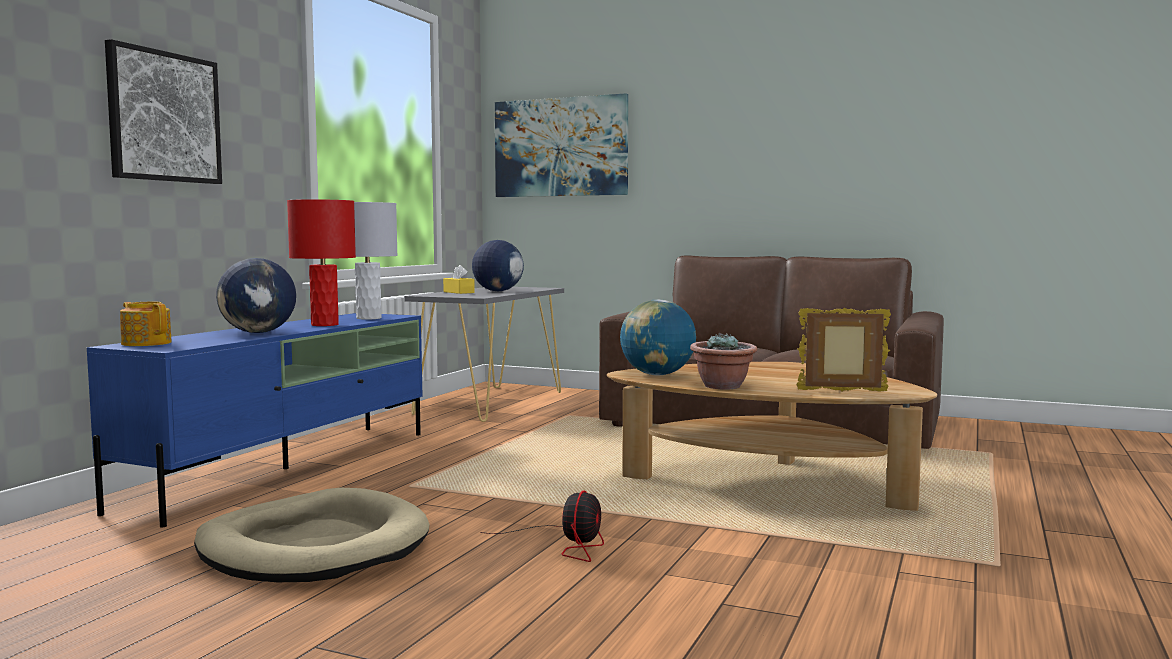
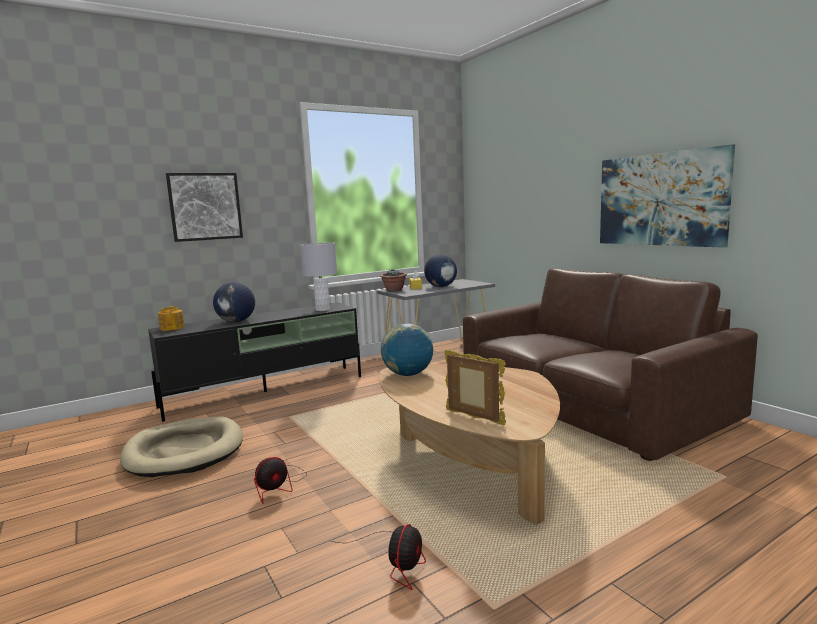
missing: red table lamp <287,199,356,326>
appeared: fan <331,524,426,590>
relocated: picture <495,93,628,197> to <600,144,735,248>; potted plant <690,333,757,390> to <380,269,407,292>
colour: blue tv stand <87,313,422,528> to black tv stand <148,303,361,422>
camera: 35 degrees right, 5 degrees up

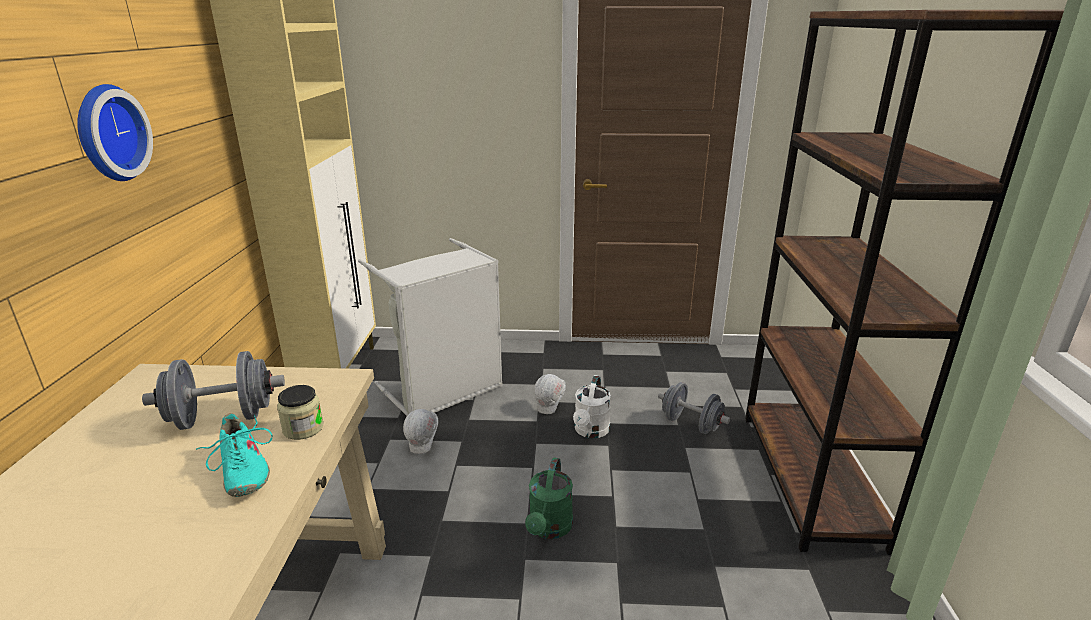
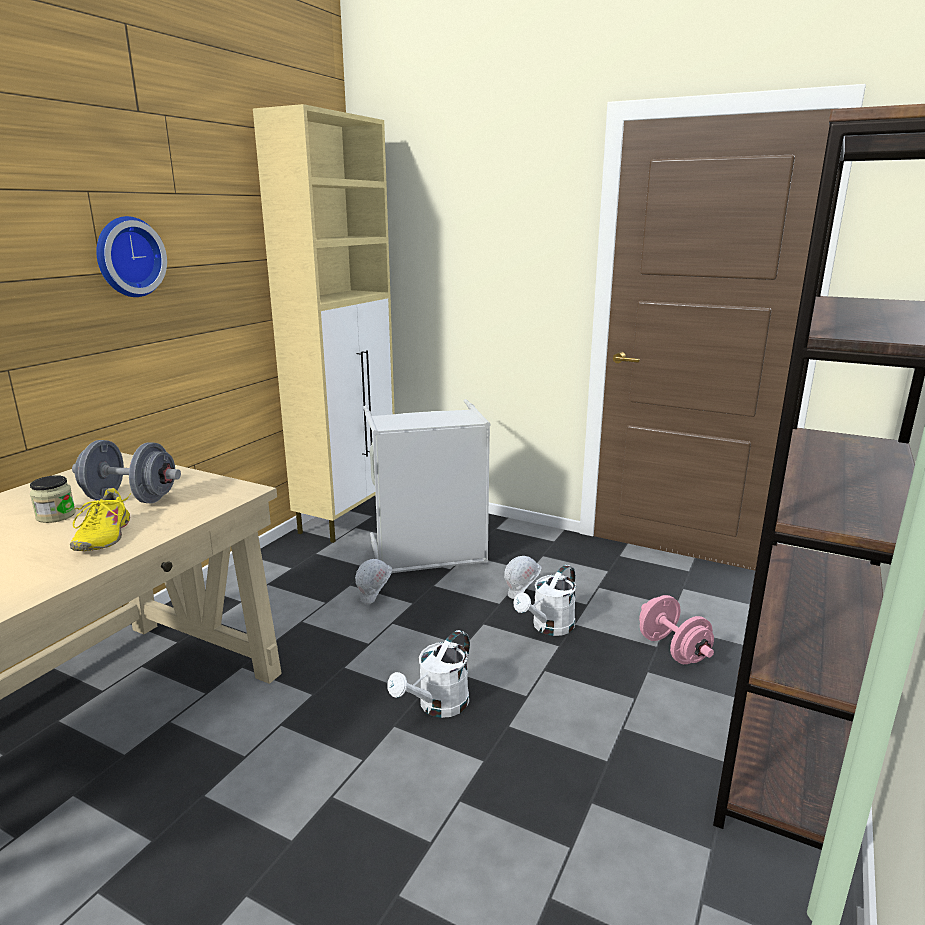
relocated: jar <277,385,323,440> to <30,475,76,523>
colour: turquoise shoe <196,413,272,497> to yellow shoe <70,488,130,551>; green watering can <525,458,573,539> to white watering can <387,630,470,718>; grey dumbbell <658,382,730,434> to pink dumbbell <639,595,714,664>
camera: 25 degrees right, 5 degrees down

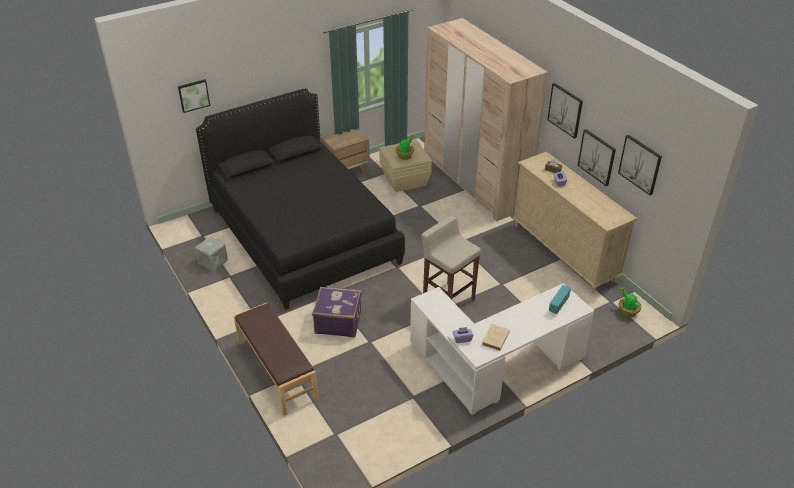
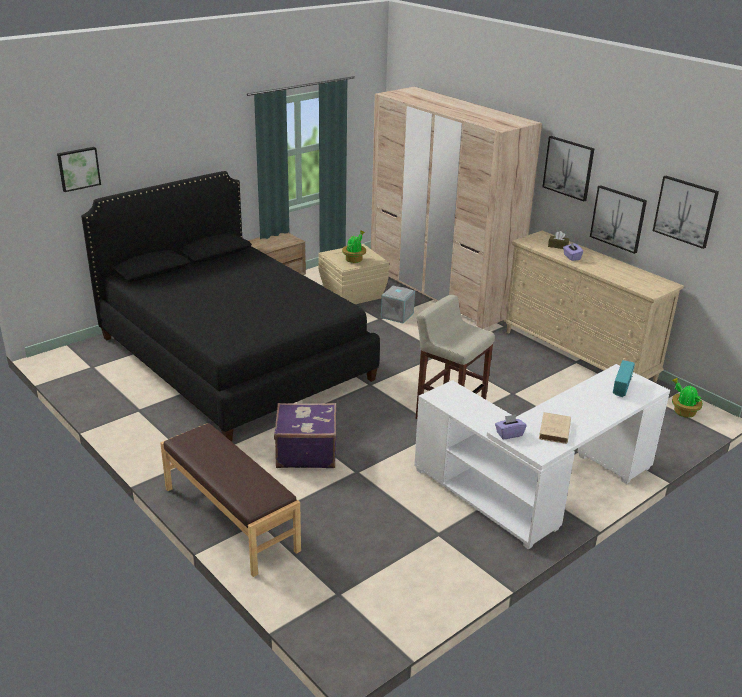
relocated: grey storage box <195,237,228,272> to <381,286,415,324>
camera: 10 degrees left, 10 degrees down

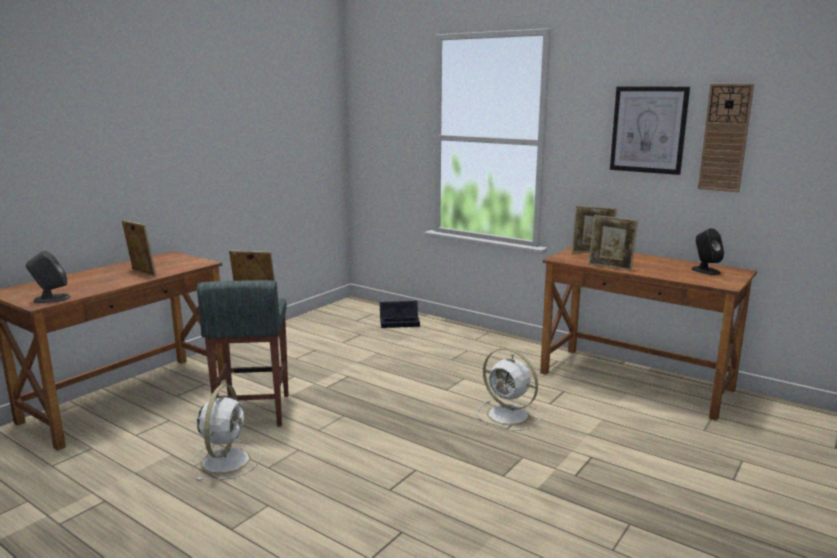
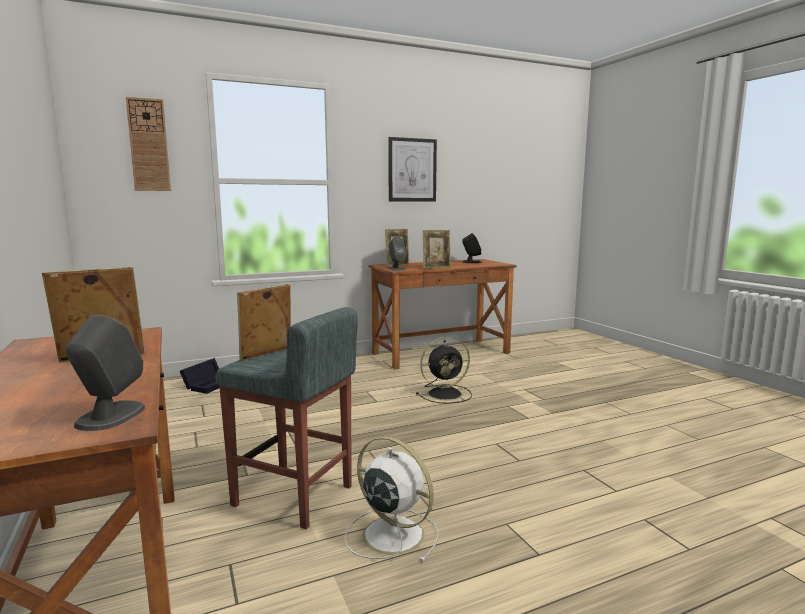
appeared: grey speaker <388,237,406,271>
relocated: wall clock <698,84,754,192> to <126,97,171,191>
colour: white fan <477,348,542,431> to black fan <416,336,472,404>
camera: 60 degrees left, 5 degrees down

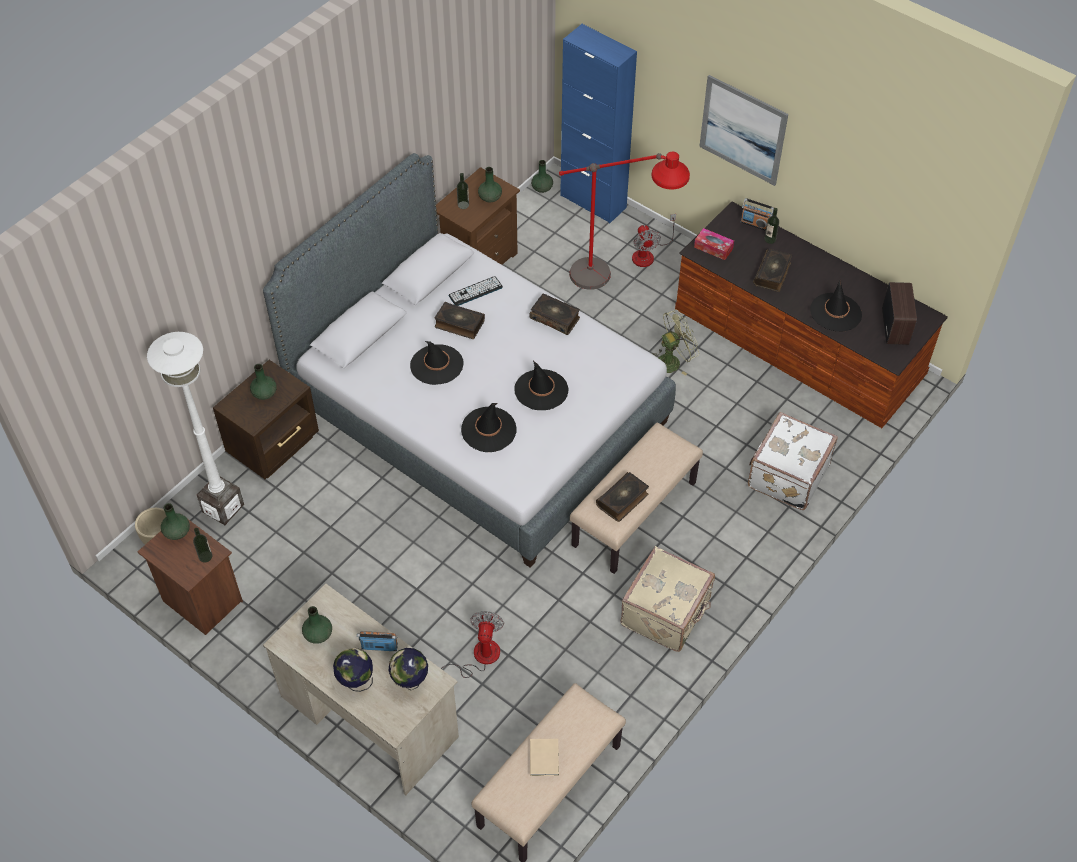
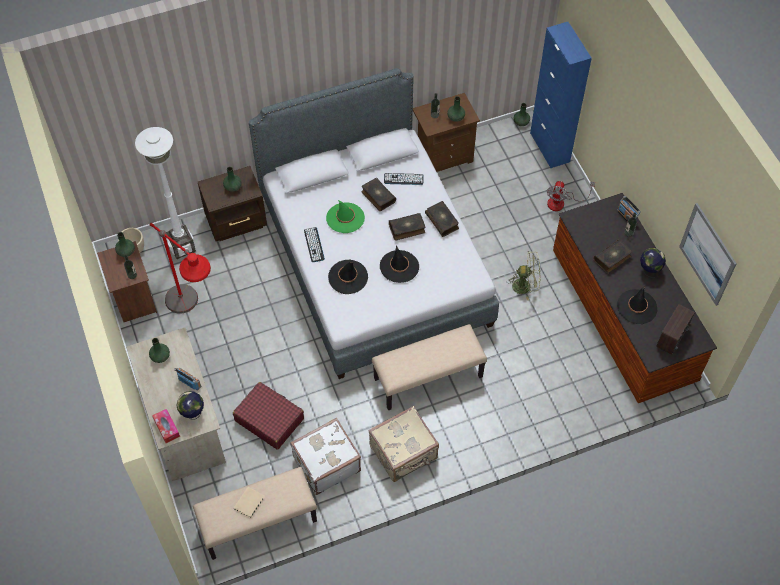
appeared: keyboard <304,227,325,262>
relocated: globe <333,648,373,692> to <640,248,666,278>; red floor lamp <559,152,690,290> to <150,223,211,314>; book <596,472,649,522> to <389,213,425,241>; tissue box <694,228,734,260> to <152,409,180,443>; picture <699,75,788,186> to <679,203,737,306>; white suitcase <748,412,838,510> to <290,418,361,495>
exchanged: fan <441,611,504,678> to red suitcase <233,382,304,450>
colour: black hat <410,341,464,385> to green hat <326,200,365,233>
camera: 30 degrees right, 5 degrees up

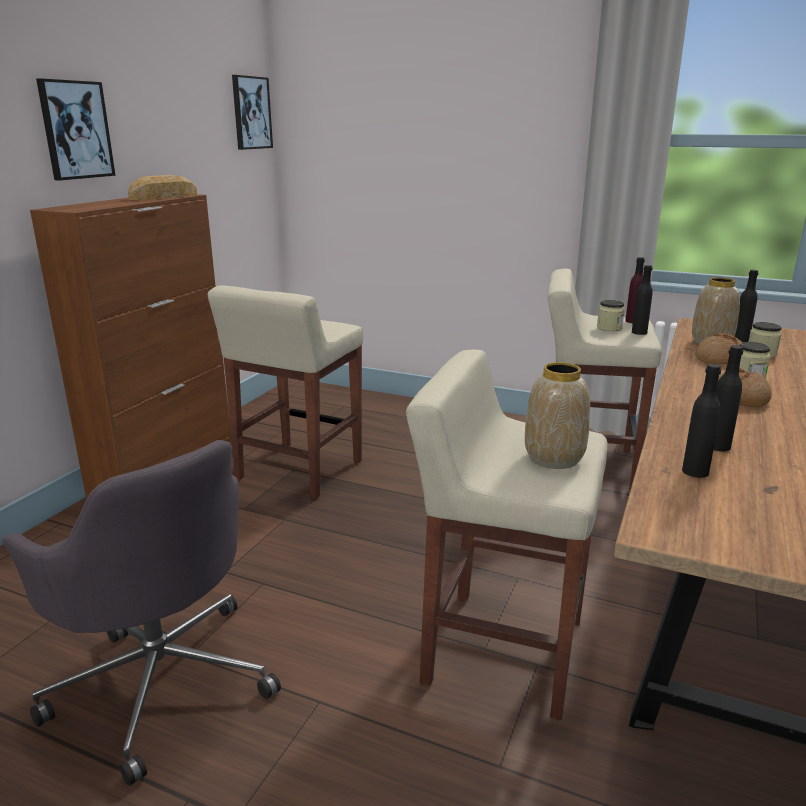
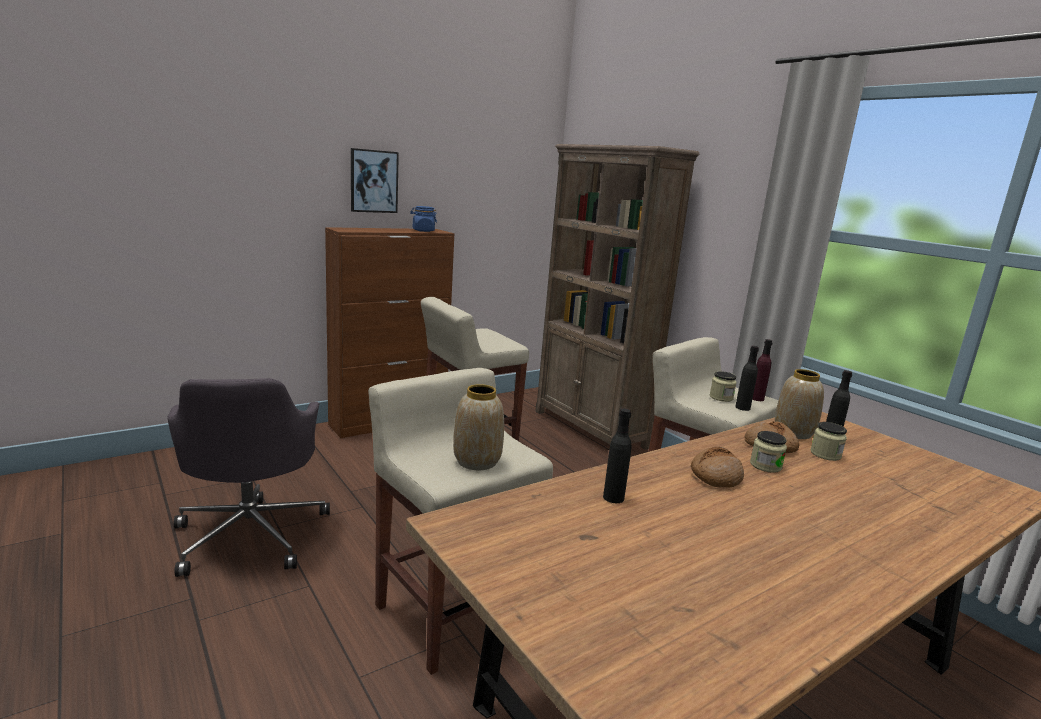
missing: picture <232,75,273,150>; black bottle <682,364,721,478>
appeared: brown bookcase <535,144,699,450>
exchanged: bread <128,175,197,200> to blue jar <410,206,437,232>
camera: 30 degrees right, 5 degrees down

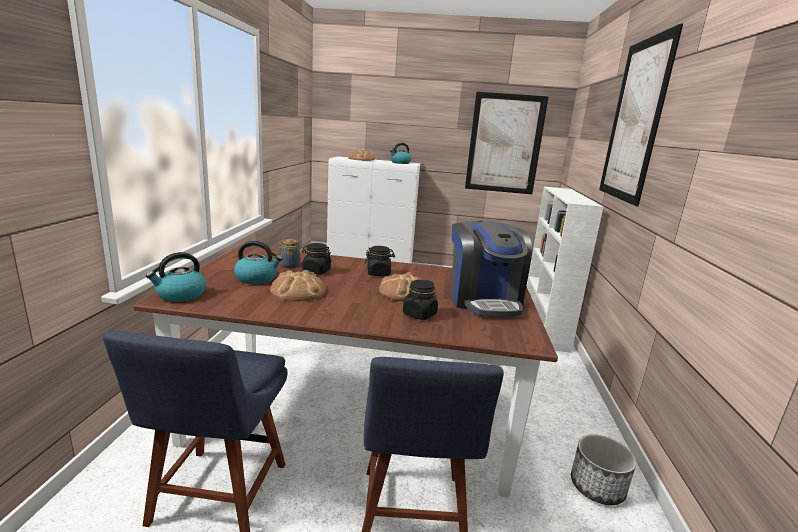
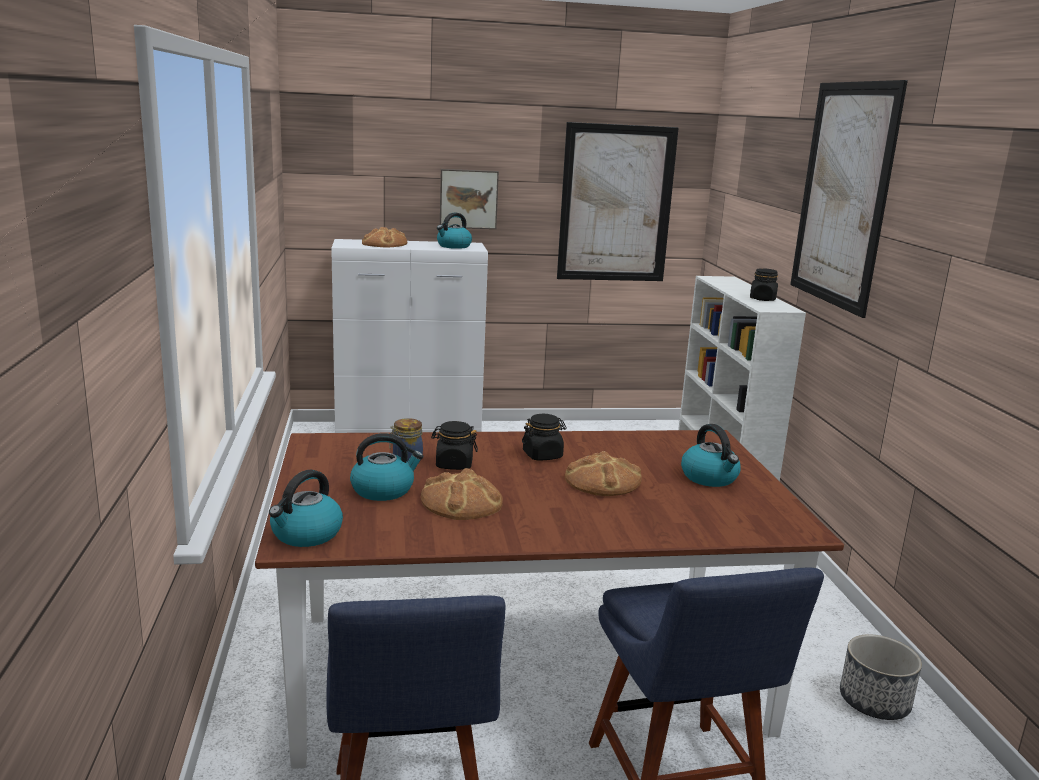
appeared: picture <440,169,499,229>
relocated: black jar <403,280,438,320> to <750,268,778,301>
exchanged: coffee machine <450,221,532,317> to kettle <681,424,741,487>
camera: 15 degrees left, 0 degrees up

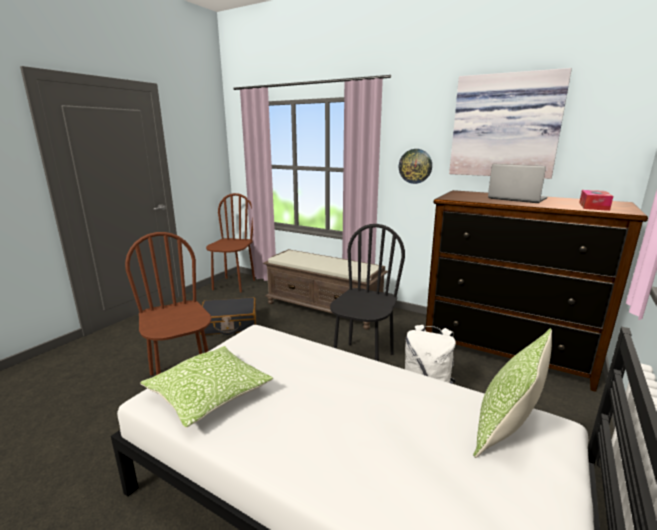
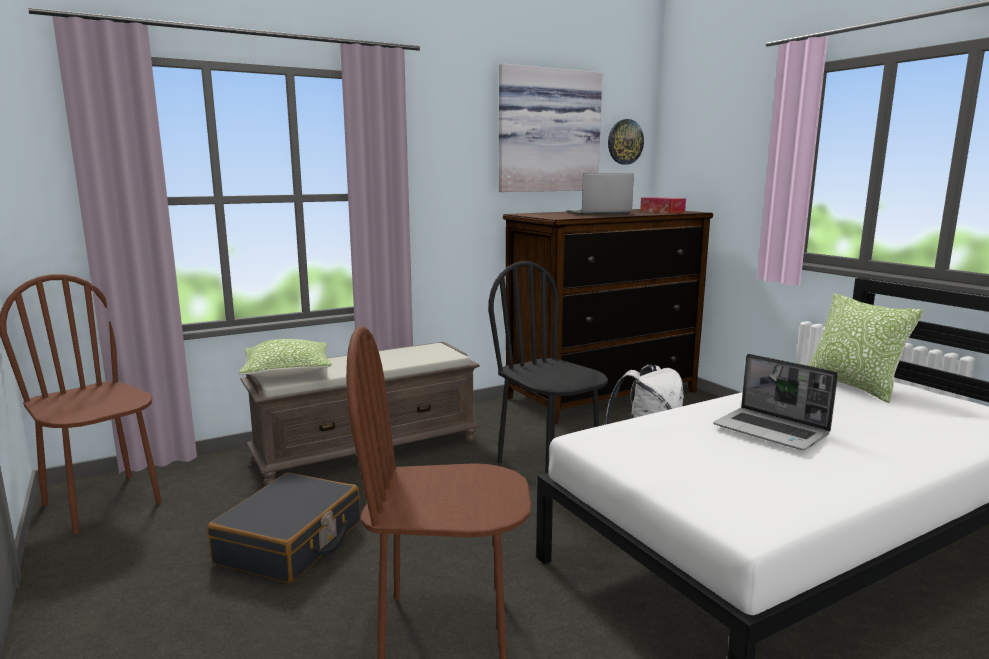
appeared: laptop <713,354,838,450>
relocated: pillow <141,346,273,428> to <239,339,332,378>; wall clock <399,149,432,184> to <608,119,644,165>
camera: 60 degrees left, 5 degrees down

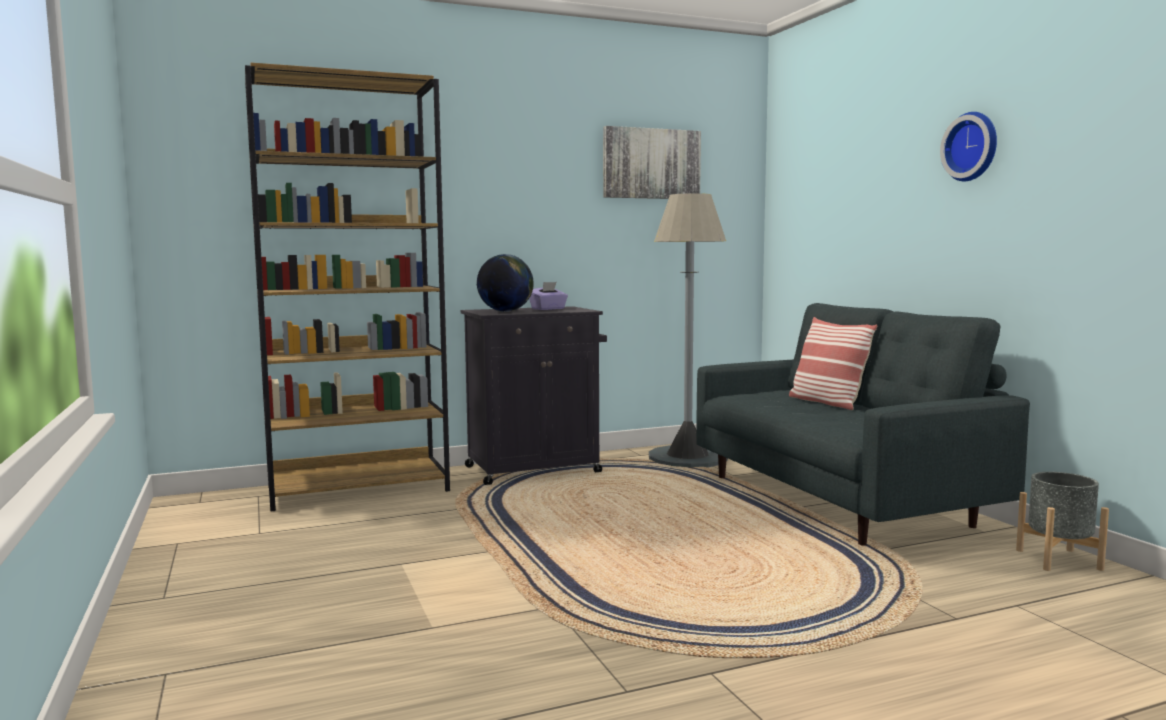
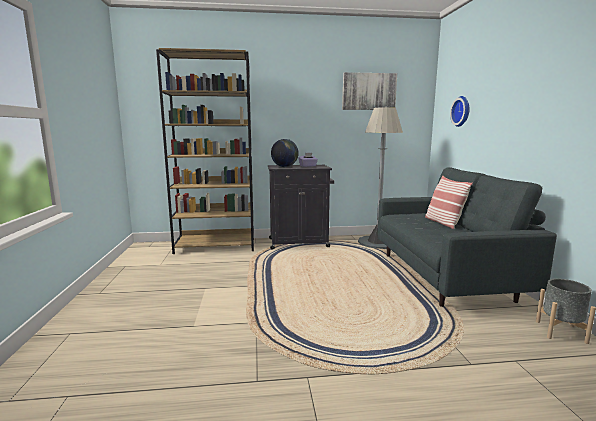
relocated: wall clock <940,112,997,182> to <450,96,470,127>
camera: 15 degrees right, 5 degrees up

